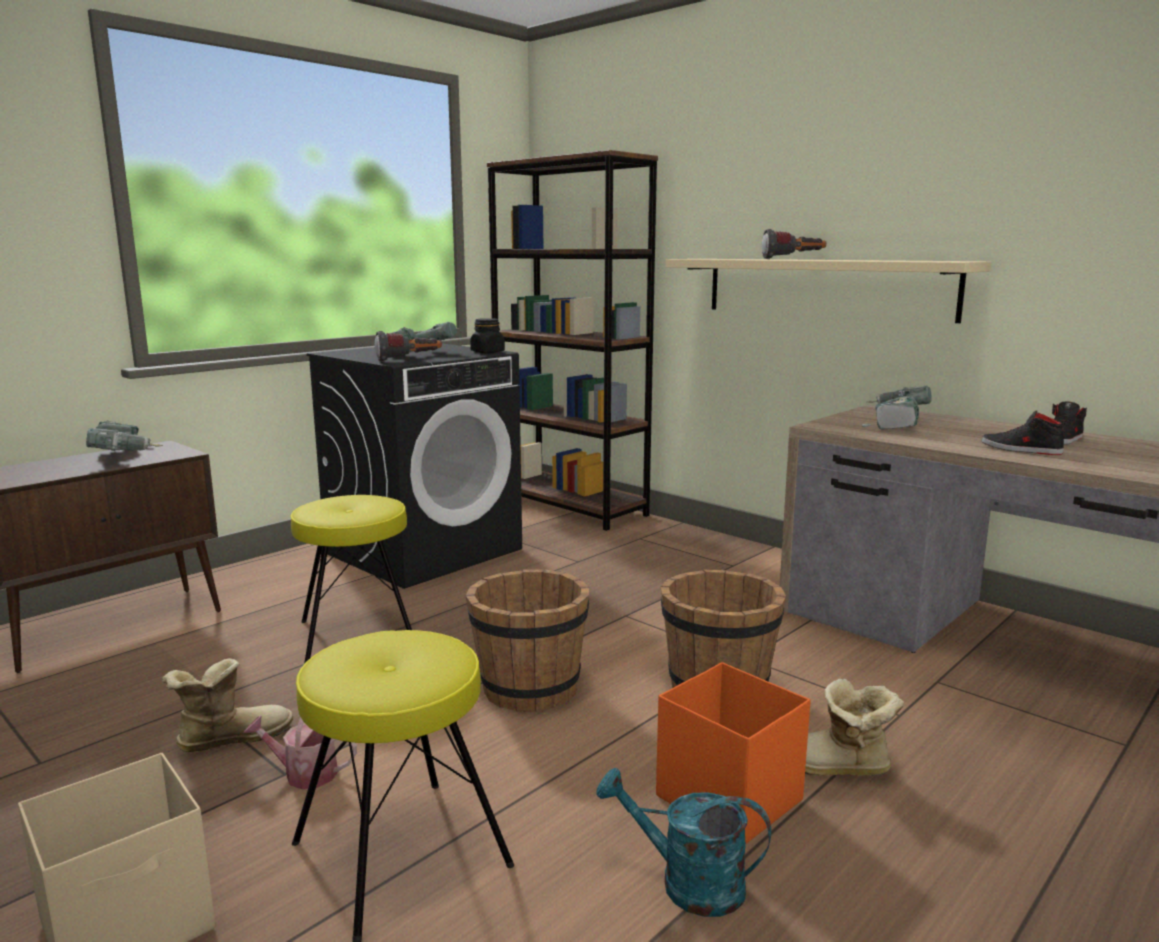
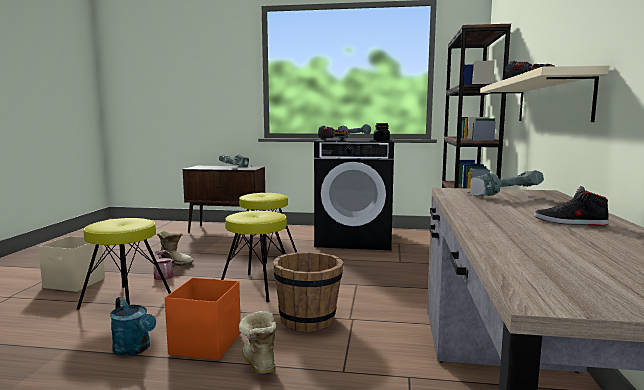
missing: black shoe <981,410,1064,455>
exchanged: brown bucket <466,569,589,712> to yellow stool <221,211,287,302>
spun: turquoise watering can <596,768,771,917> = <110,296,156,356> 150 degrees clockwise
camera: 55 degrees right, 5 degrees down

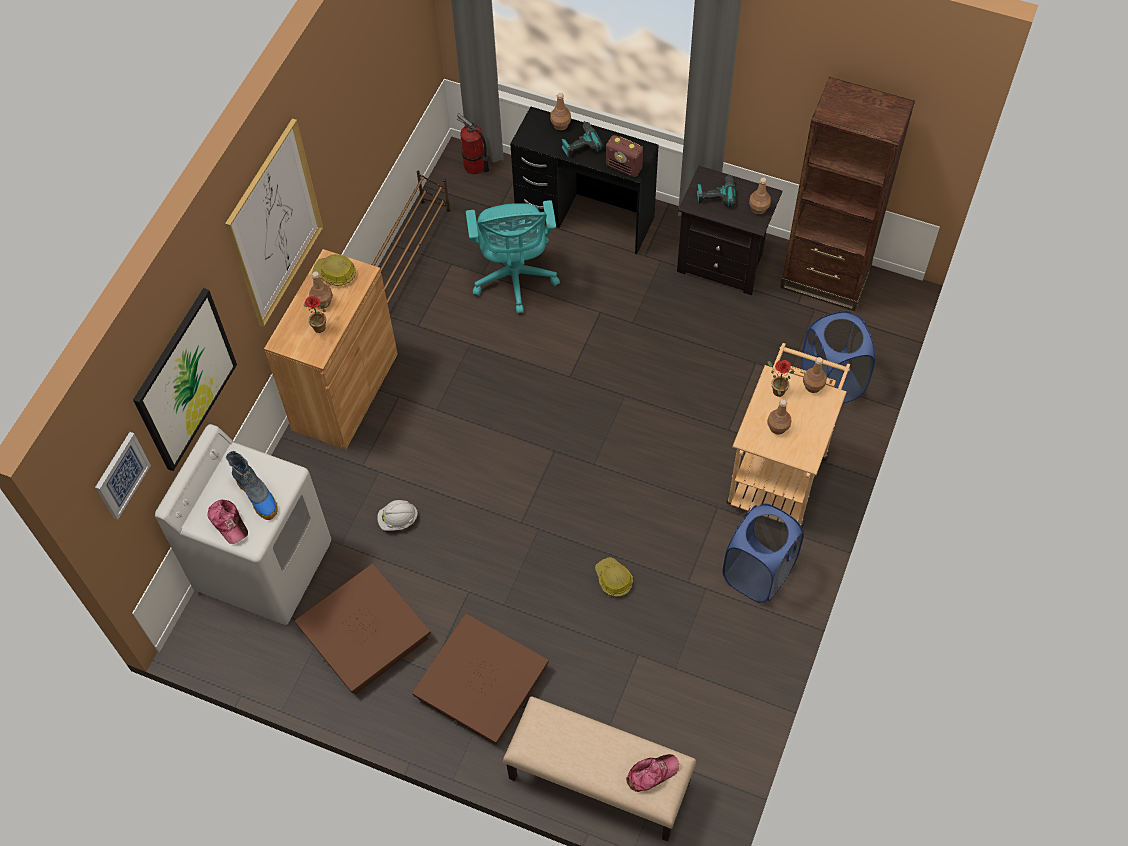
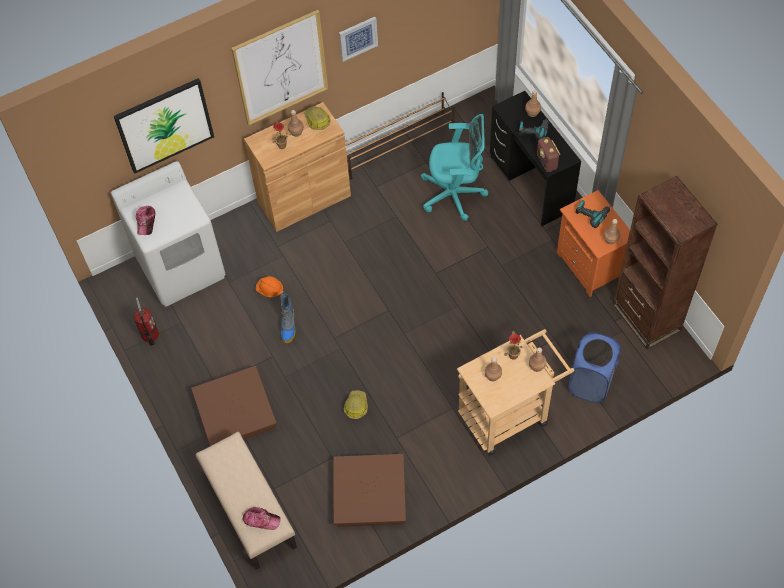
missing: blue laundry basket <723,503,804,603>
relocated: picture <95,432,151,520> to <339,17,378,62>; boot <226,451,278,520> to <281,294,296,343>; brown storage box <295,564,431,694> to <333,454,406,527>; fire extinguisher <457,113,489,174> to <133,297,159,346>
colour: white hard hat <377,500,418,531> to orange hard hat <256,276,284,297>; black nightstand <677,166,783,295> to orange nightstand <557,190,630,297>
spun: turquoise office chair <466,200,560,314> = <421,114,488,221> 120 degrees counterclockwise
camera: 40 degrees right, 0 degrees up

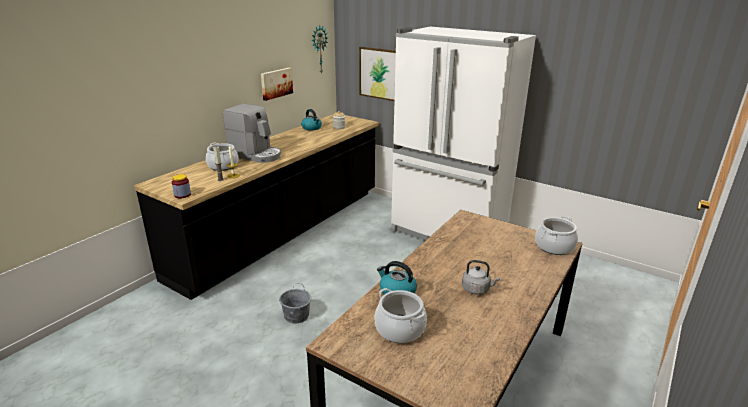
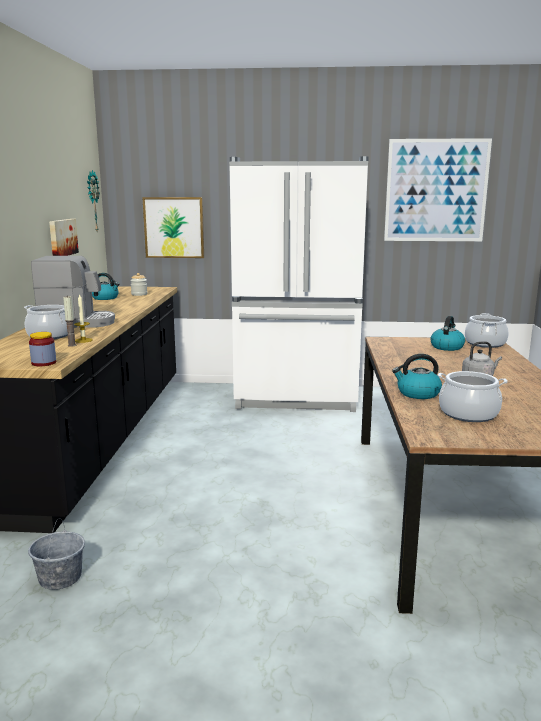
appeared: picture <384,138,492,241>; kettle <430,316,465,351>
relocated: grey bucket <279,283,311,323> to <28,518,85,590>
camera: 30 degrees left, 10 degrees down

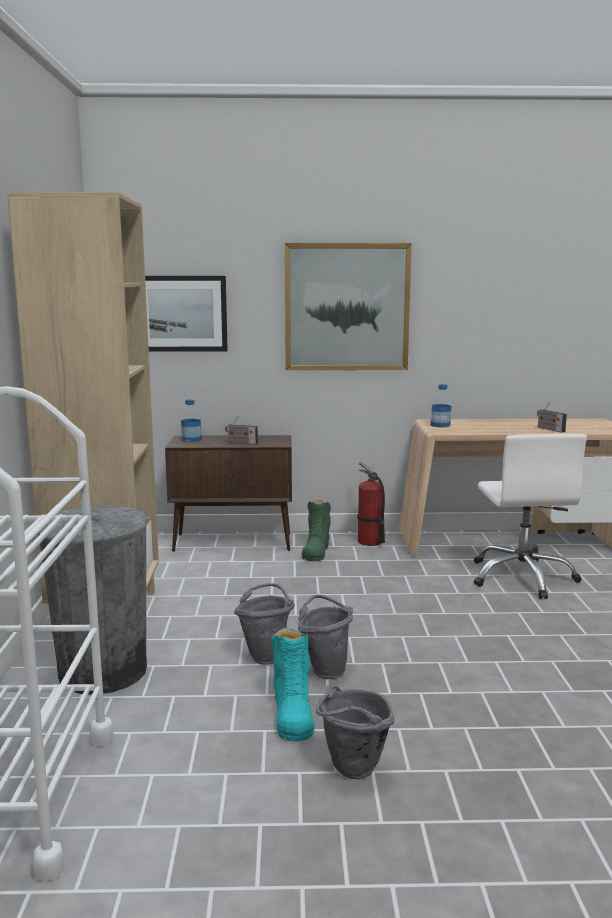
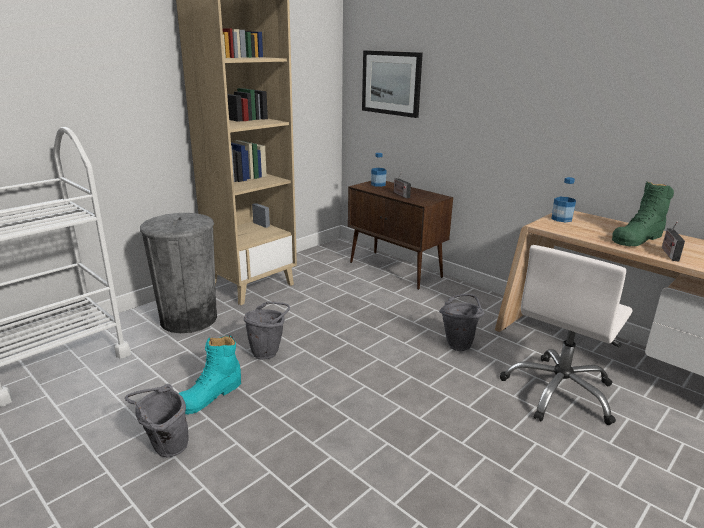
missing: picture <285,243,412,370>; fire extinguisher <357,462,385,546>
relocated: grey bucket <298,595,353,679> to <439,294,485,351>; green boot <302,500,331,561> to <612,181,674,246>
camera: 45 degrees right, 10 degrees up

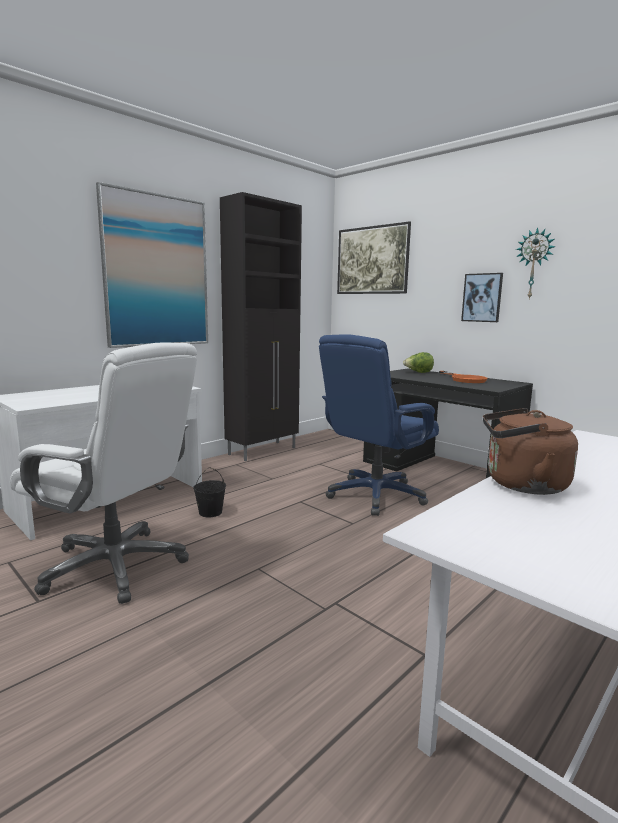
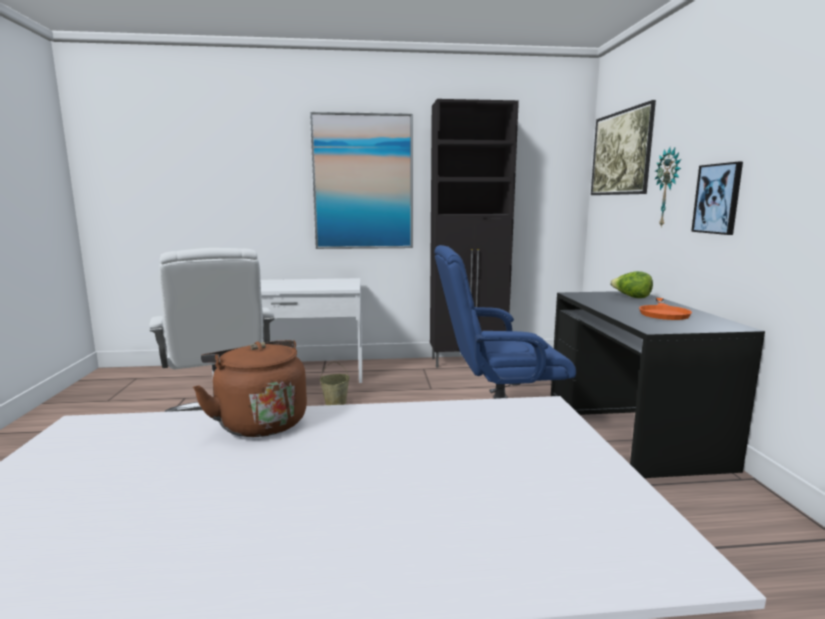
relocated: wall clock <516,228,555,300> to <655,147,681,227>
colour: black bucket <193,467,226,517> to beige bucket <320,361,350,405>
camera: 40 degrees right, 0 degrees up

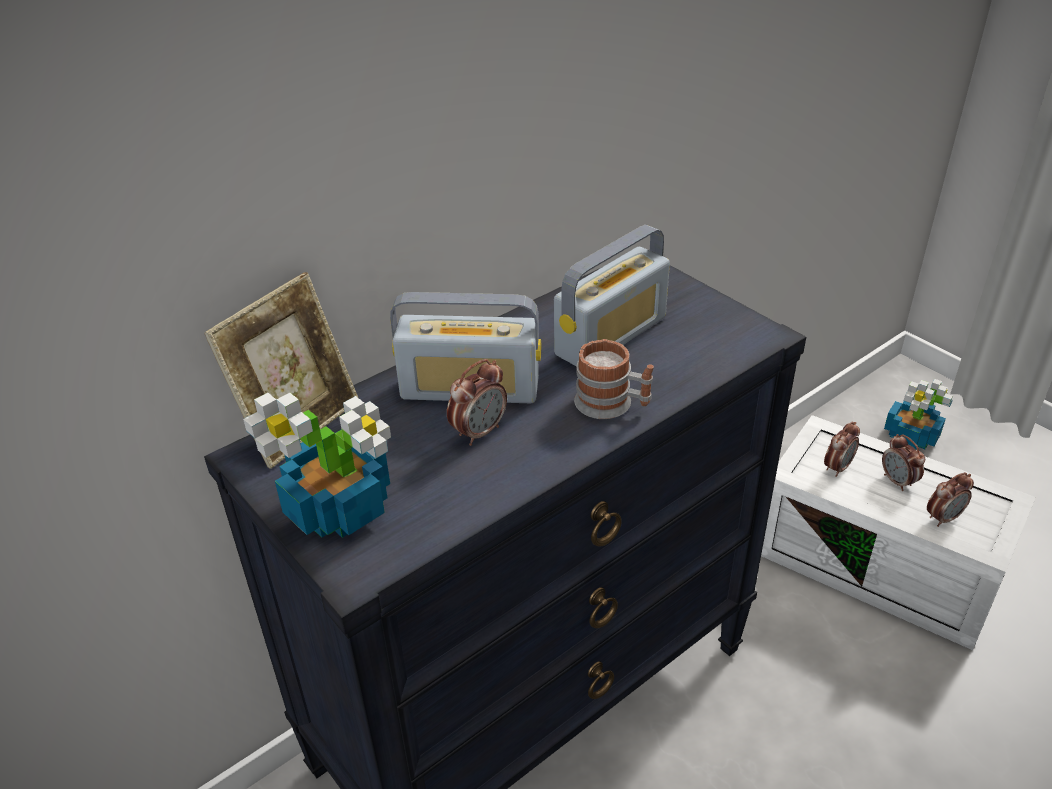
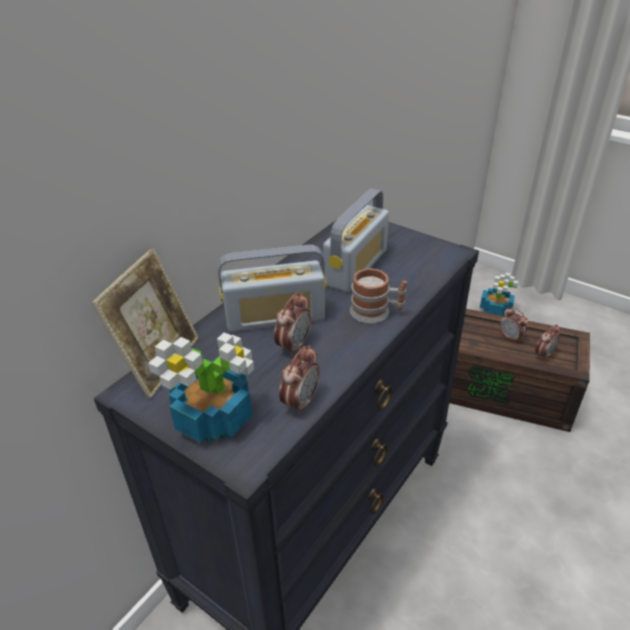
relocated: alarm clock <824,422,860,477> to <279,345,320,415>
colour: white storage box <761,415,1036,650> to brown storage box <449,309,590,432>
camera: 15 degrees left, 0 degrees up

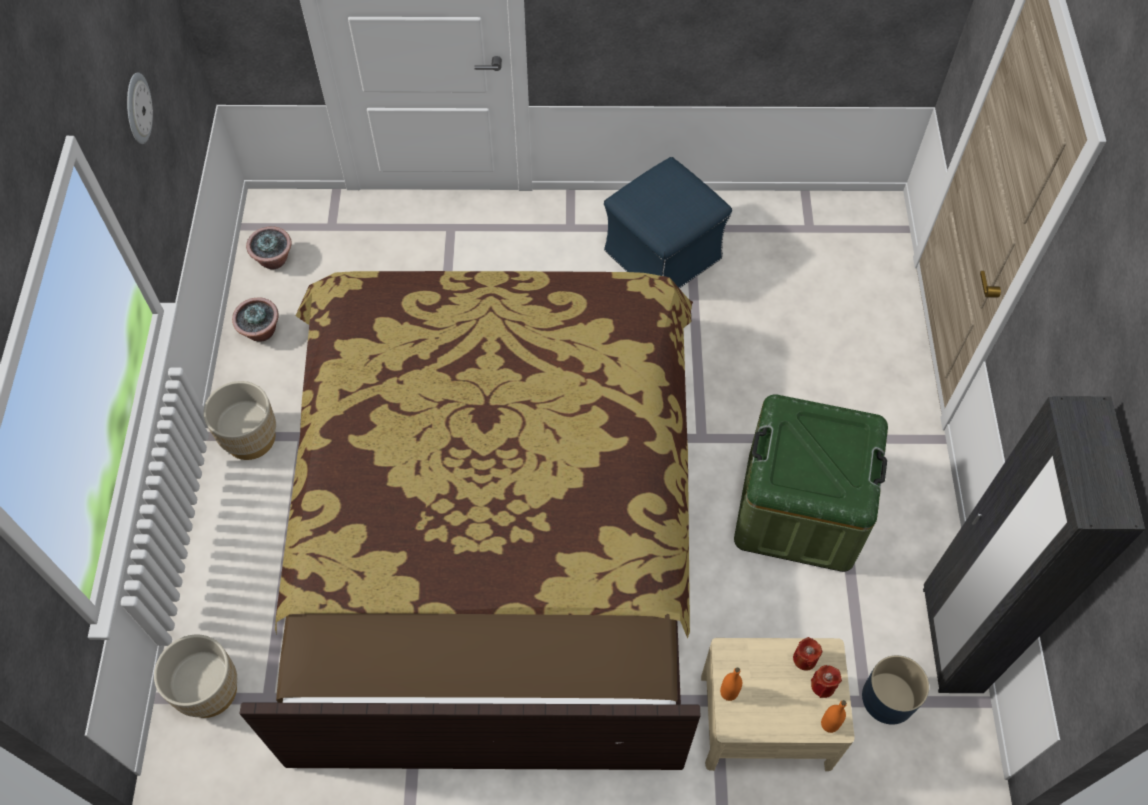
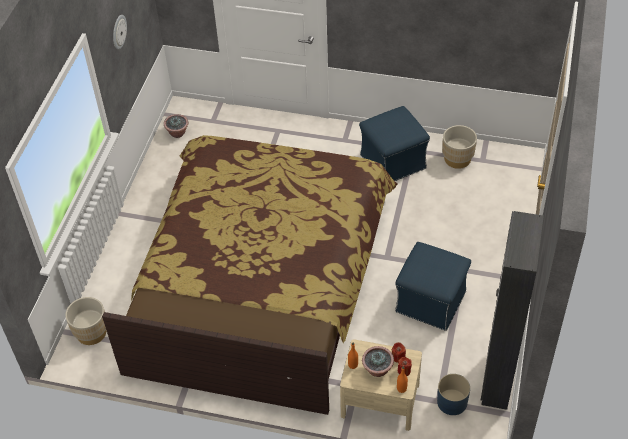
relocated: beige planter <203,381,276,460> to <442,125,477,169>; potted plant <232,297,279,342> to <362,346,394,377>
exchanged: green storage box <734,394,888,572> to blue ottoman <395,242,471,331>
camera: 15 degrees right, 10 degrees down

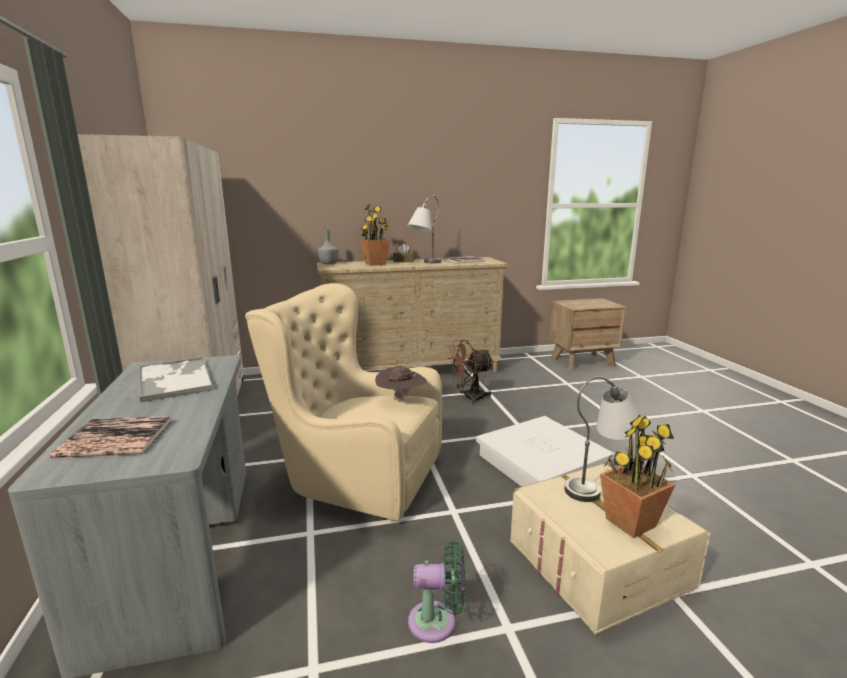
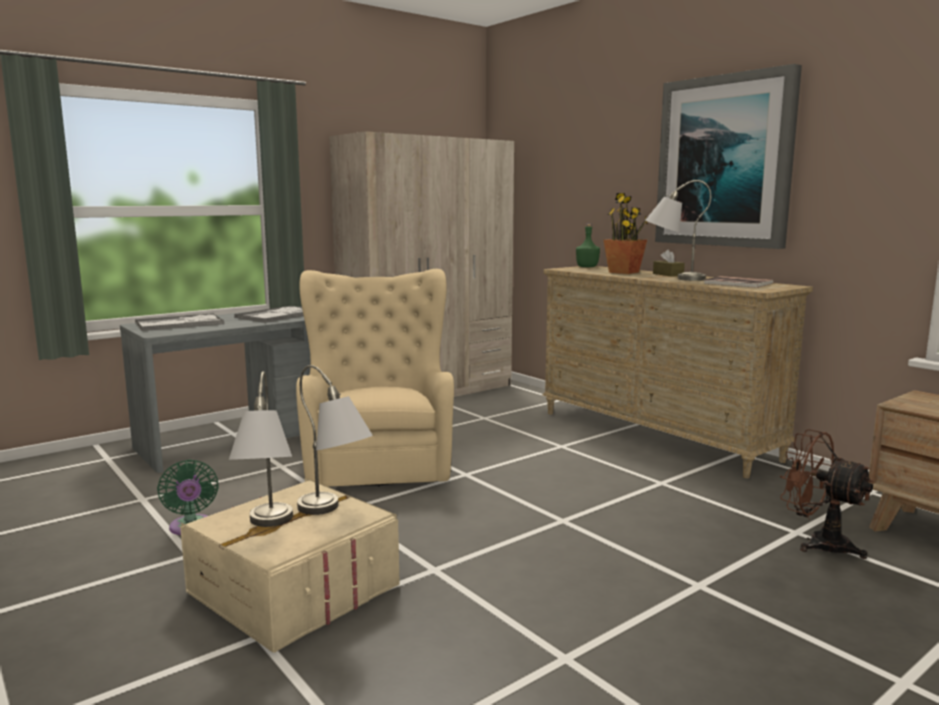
missing: brown hat <375,366,427,400>; white storage box <476,416,615,487>
appeared: picture <655,64,802,249>
relocated: brown fan <448,340,493,405> to <780,429,873,559>
exchanged: book <50,416,172,458> to tray <135,313,224,331>; potted plant <600,415,675,538> to grey table lamp <229,371,293,527>
colour: grey bottle <318,229,339,264> to green bottle <576,223,600,267>
camera: 65 degrees right, 5 degrees down

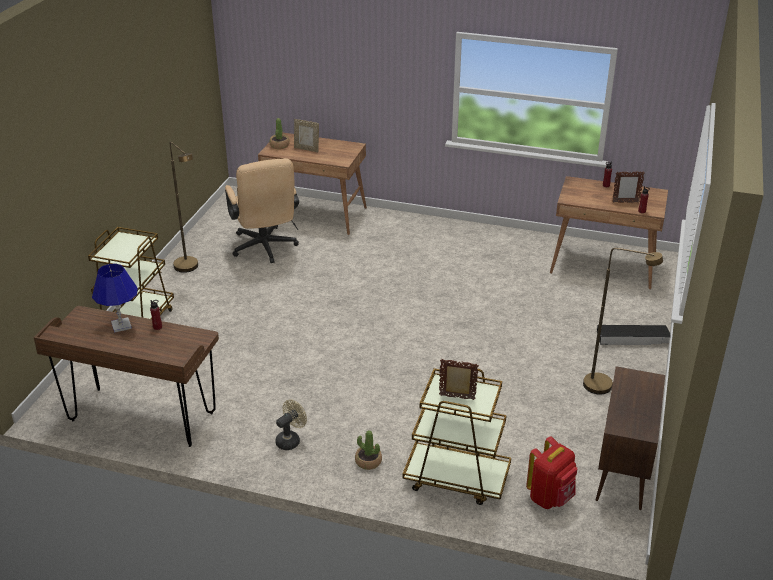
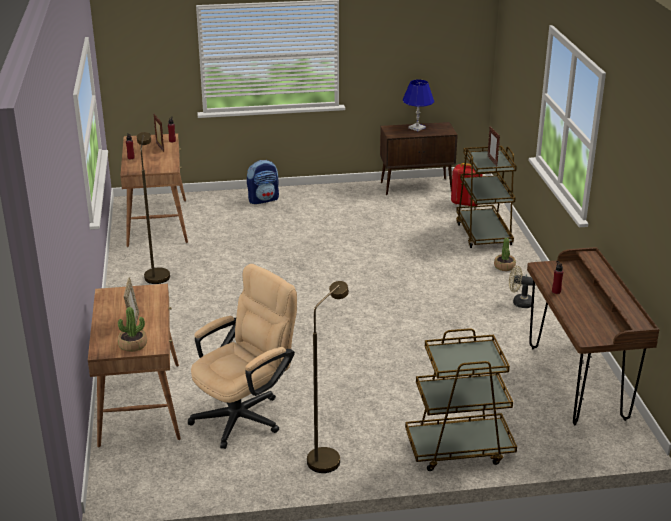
relocated: blue table lamp <92,263,138,333> to <403,79,434,131>; brown floor lamp <583,248,663,394> to <137,132,170,284>
exchanged: black storage box <597,325,671,345> to backpack <247,160,279,204>
camera: 115 degrees left, 5 degrees down

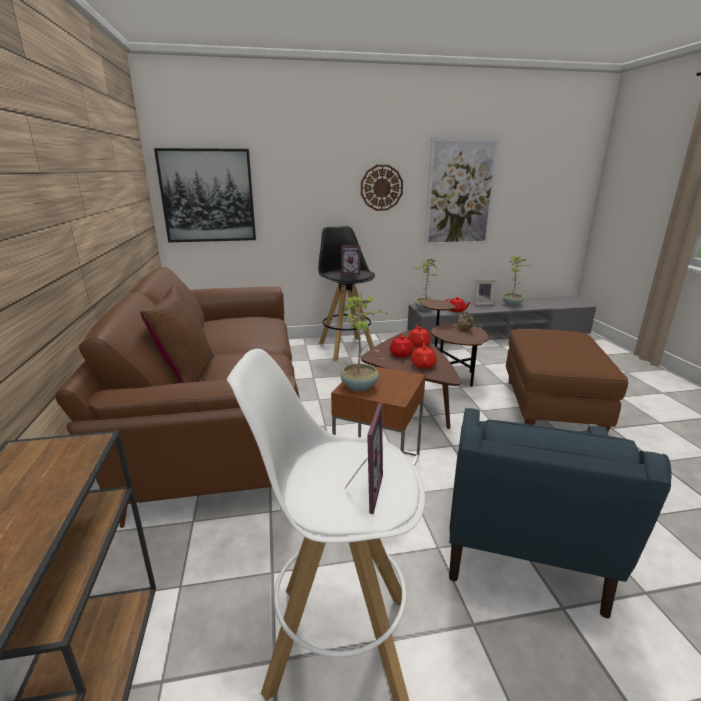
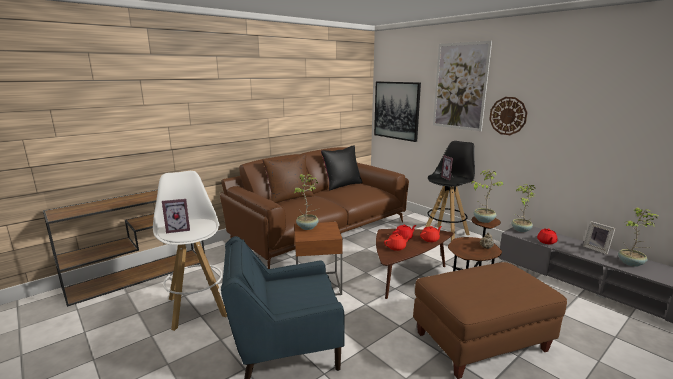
appeared: black pillow <321,146,362,190>; potted plant <471,169,503,223>
relocated: picture <425,138,500,246> to <433,41,492,131>
camera: 60 degrees right, 5 degrees down

